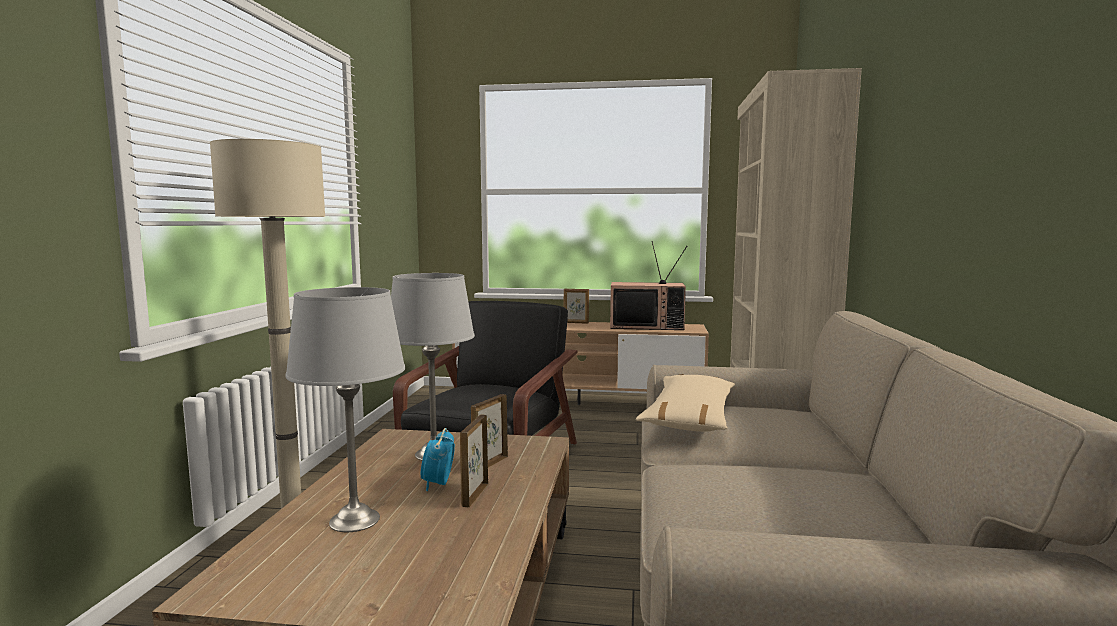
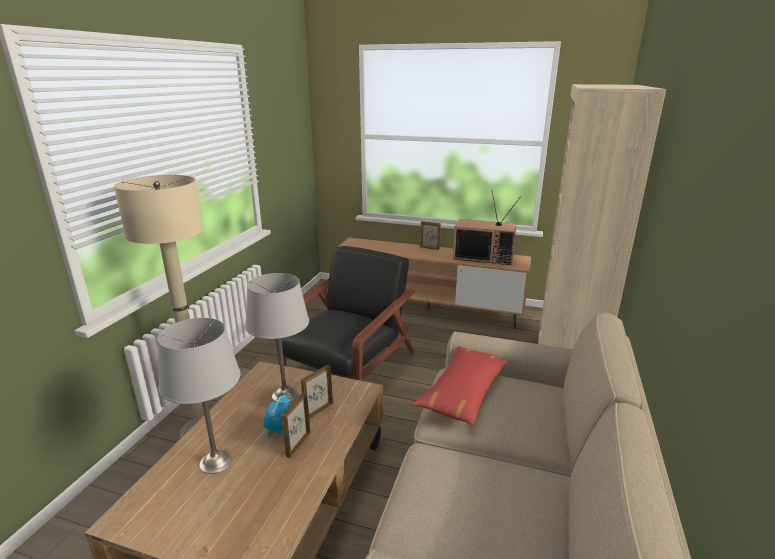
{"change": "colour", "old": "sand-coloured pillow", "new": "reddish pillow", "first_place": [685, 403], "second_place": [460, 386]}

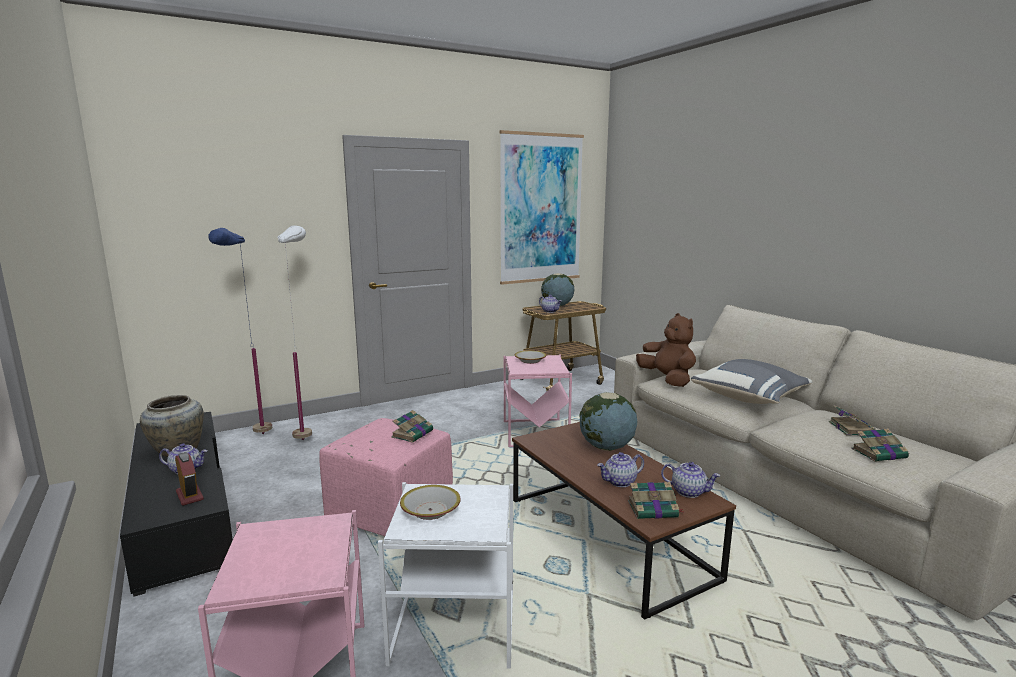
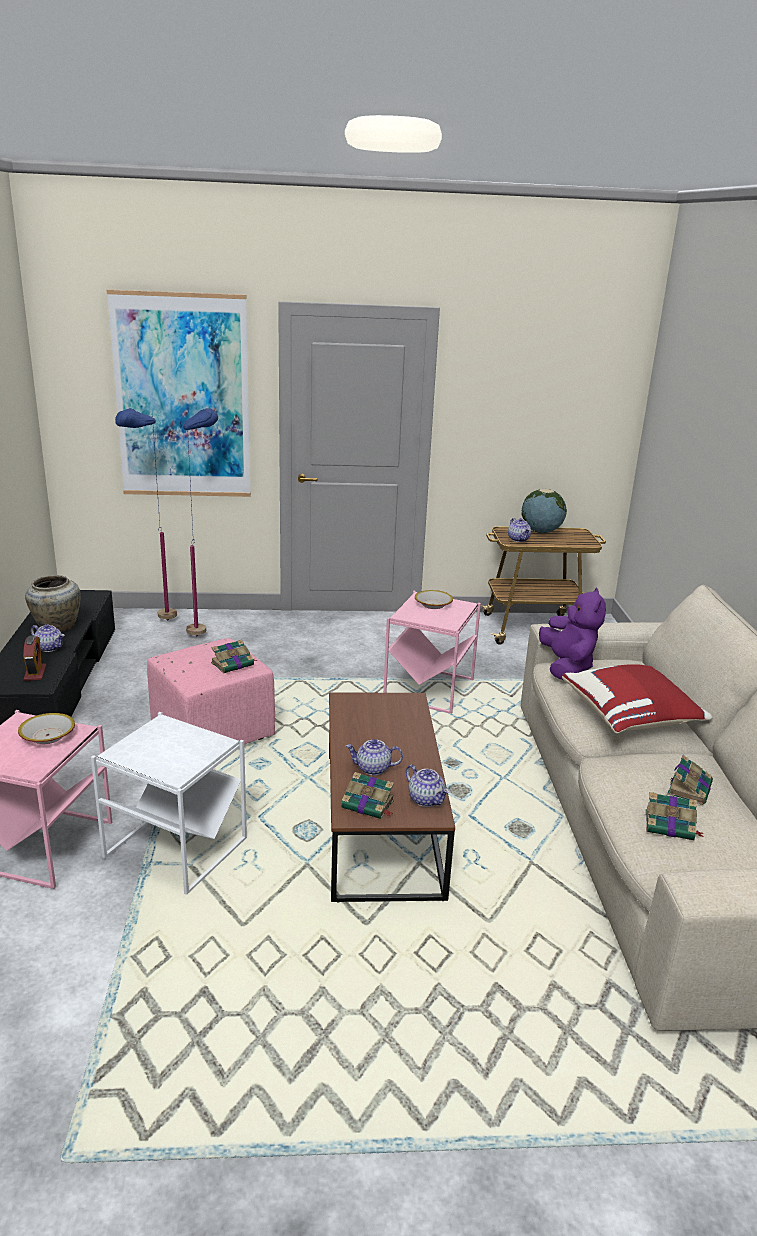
{"change": "missing", "old": "world globe", "first_place": [608, 421]}
{"change": "relocated", "old": "deep dish", "first_place": [430, 502], "second_place": [46, 728]}
{"change": "relocated", "old": "wall art", "first_place": [541, 207], "second_place": [178, 393]}
{"change": "colour", "old": "whitish floor lamp", "new": "bluish floor lamp", "first_place": [294, 333], "second_place": [200, 522]}
{"change": "colour", "old": "brown cuddly toy", "new": "purple cuddly toy", "first_place": [666, 350], "second_place": [572, 634]}
{"change": "colour", "old": "grey pillow", "new": "reddish pillow", "first_place": [751, 381], "second_place": [637, 699]}

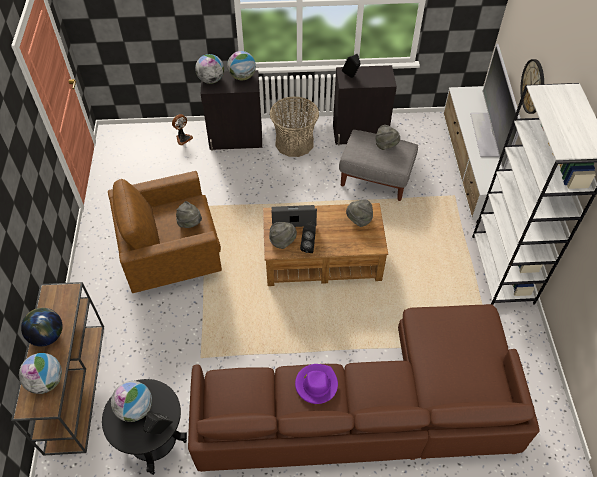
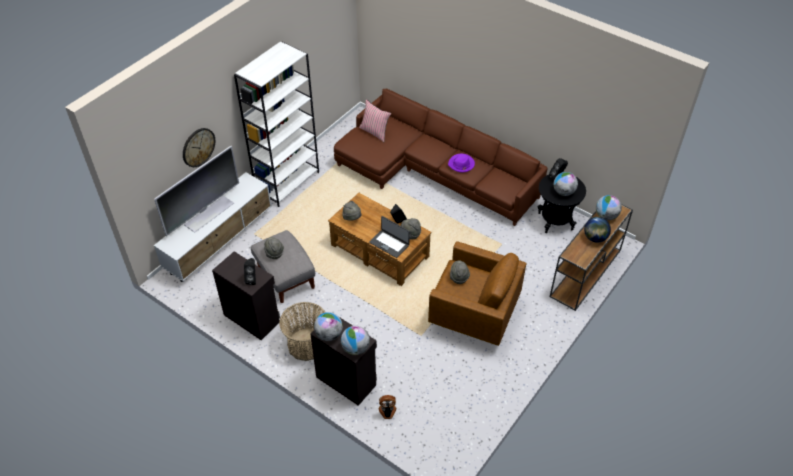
{"change": "appeared", "new": "pink pillow", "second_place": [375, 121]}

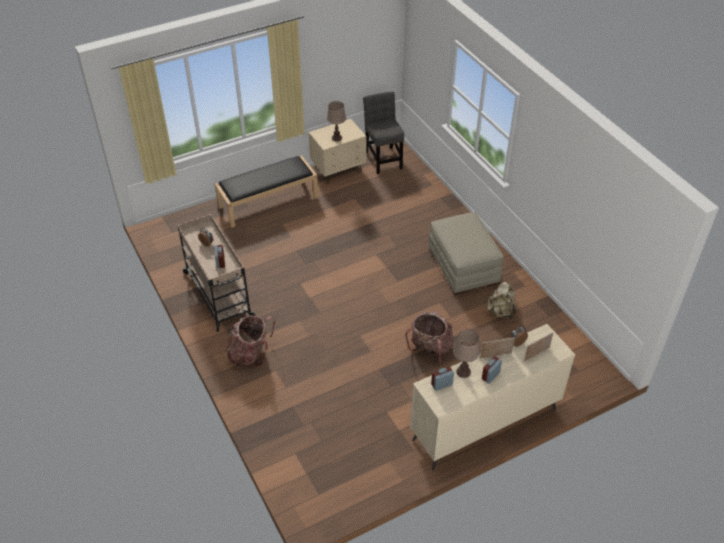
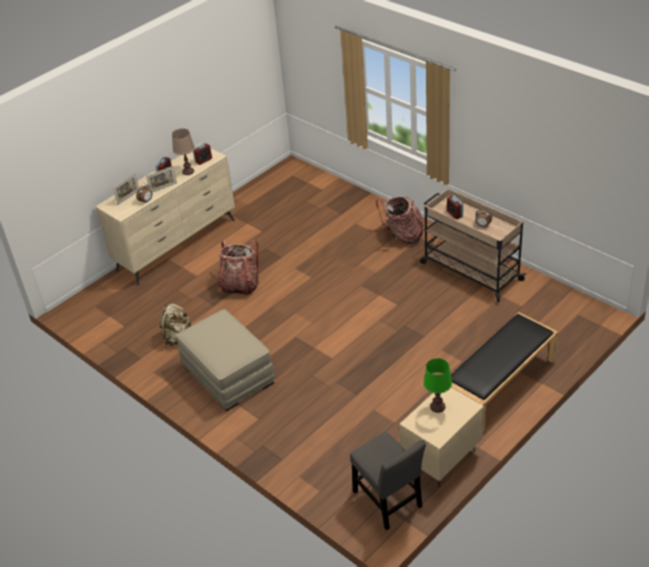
{"change": "colour", "old": "brown lamp for a table", "new": "green-coloured lamp for a table", "first_place": [336, 121], "second_place": [437, 385]}

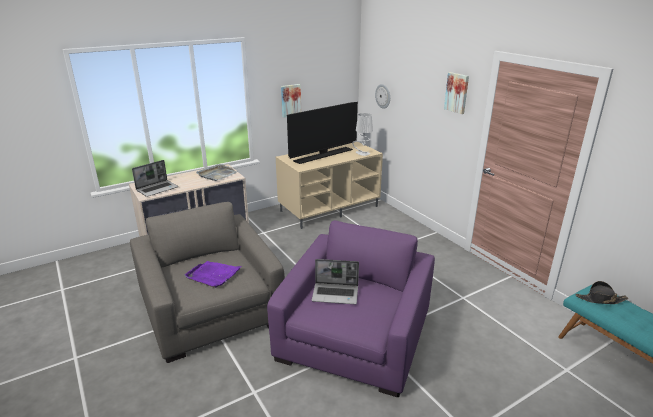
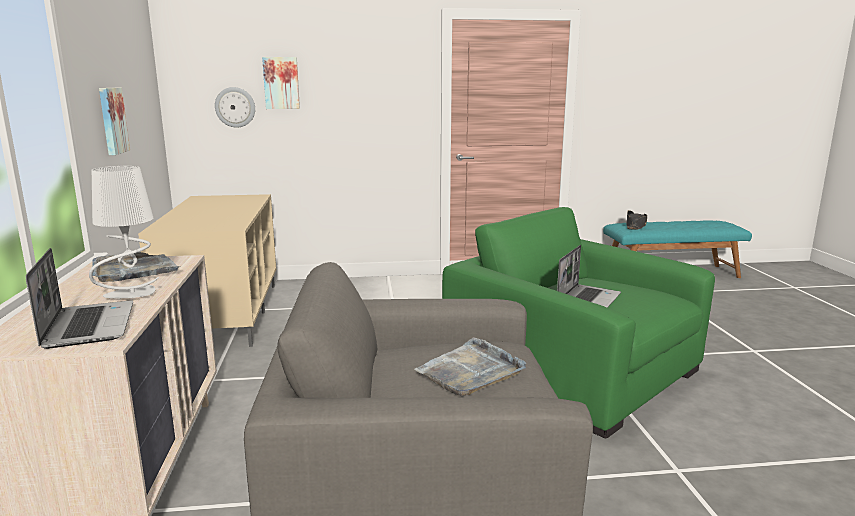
{"change": "missing", "old": "TV", "first_place": [322, 133]}
{"change": "relocated", "old": "grey lamp for a table", "first_place": [362, 134], "second_place": [124, 232]}
{"change": "relocated", "old": "wall art", "first_place": [456, 93], "second_place": [281, 83]}
{"change": "colour", "old": "purple serving tray", "new": "grey serving tray", "first_place": [213, 274], "second_place": [470, 366]}
{"change": "colour", "old": "purple armchair", "new": "green-coloured armchair", "first_place": [351, 308], "second_place": [578, 322]}

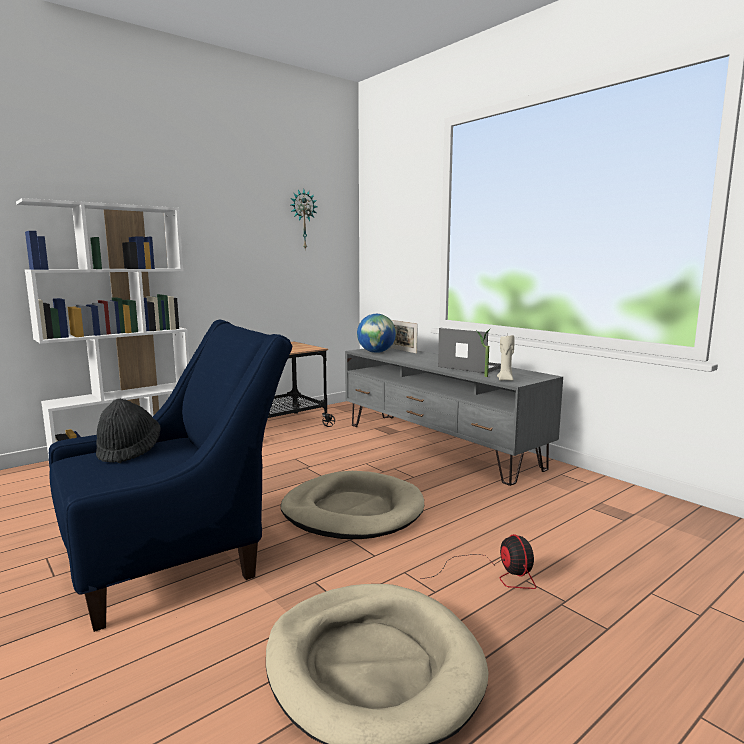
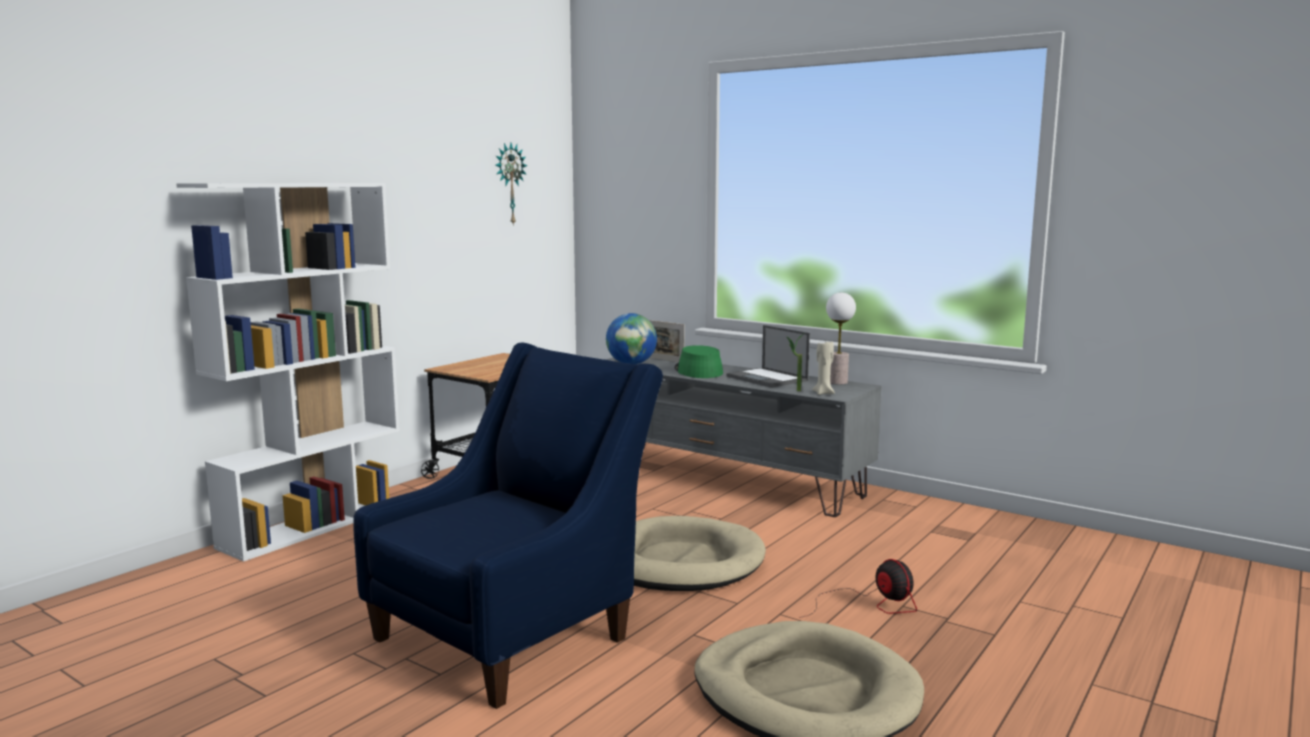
{"change": "missing", "old": "blackish hat", "first_place": [128, 431]}
{"change": "appeared", "new": "green-coloured hat", "second_place": [699, 361]}
{"change": "appeared", "new": "lamp for a table", "second_place": [841, 338]}
{"change": "spun", "old": "portable computer", "first_place": [469, 350], "second_place": [768, 356], "degrees": -150}

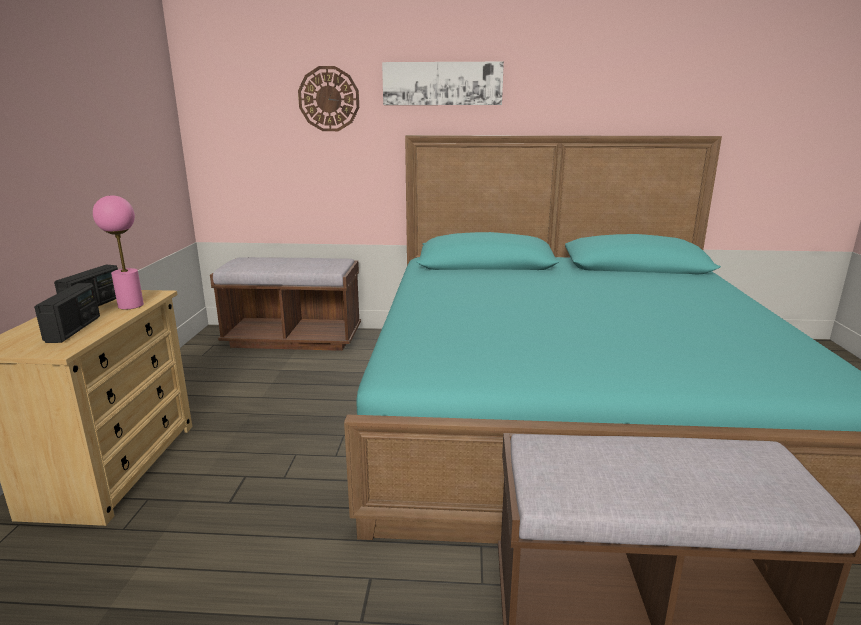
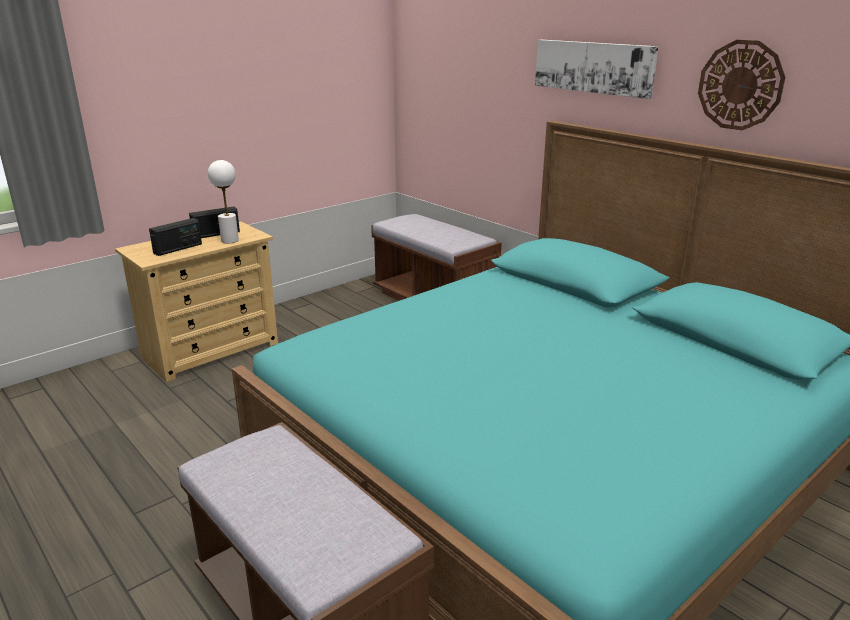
{"change": "relocated", "old": "wall clock", "first_place": [328, 98], "second_place": [741, 85]}
{"change": "colour", "old": "pink lamp for a table", "new": "whitish lamp for a table", "first_place": [118, 252], "second_place": [223, 202]}

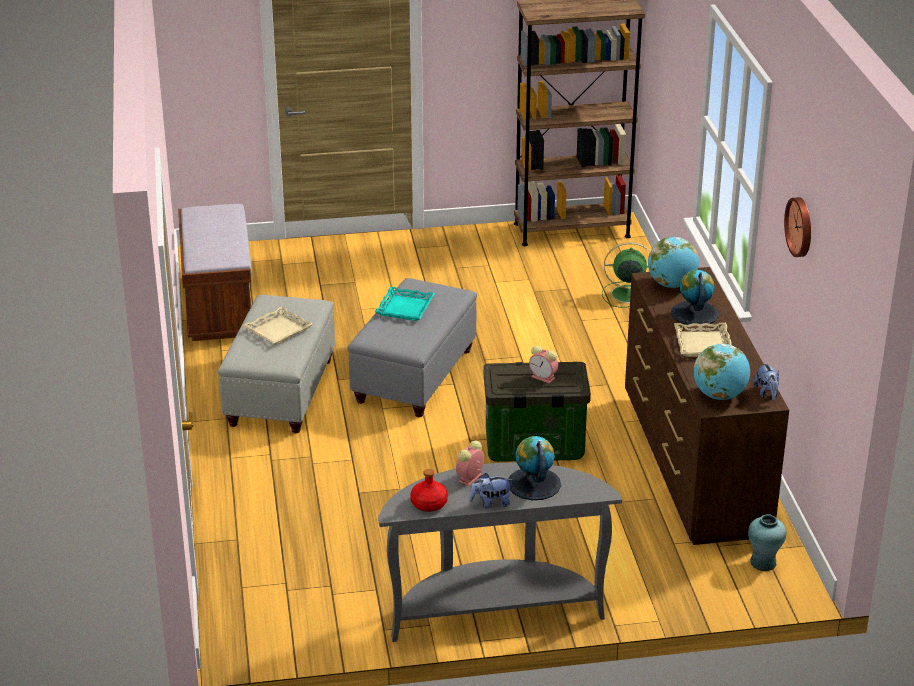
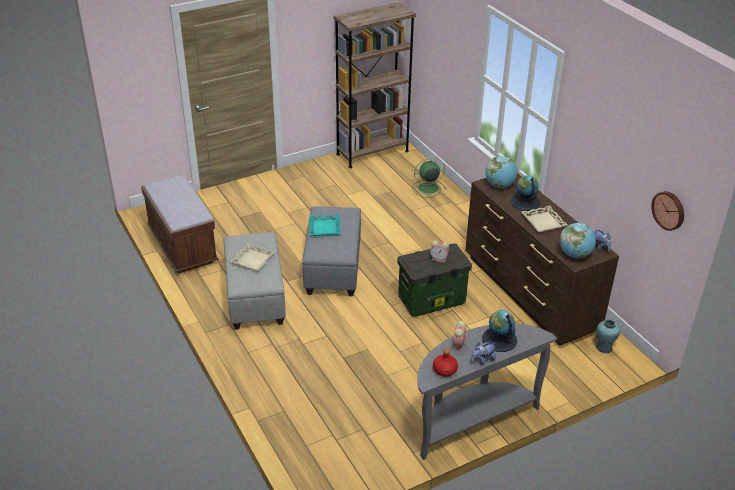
{"change": "relocated", "old": "wall clock", "first_place": [797, 227], "second_place": [667, 211]}

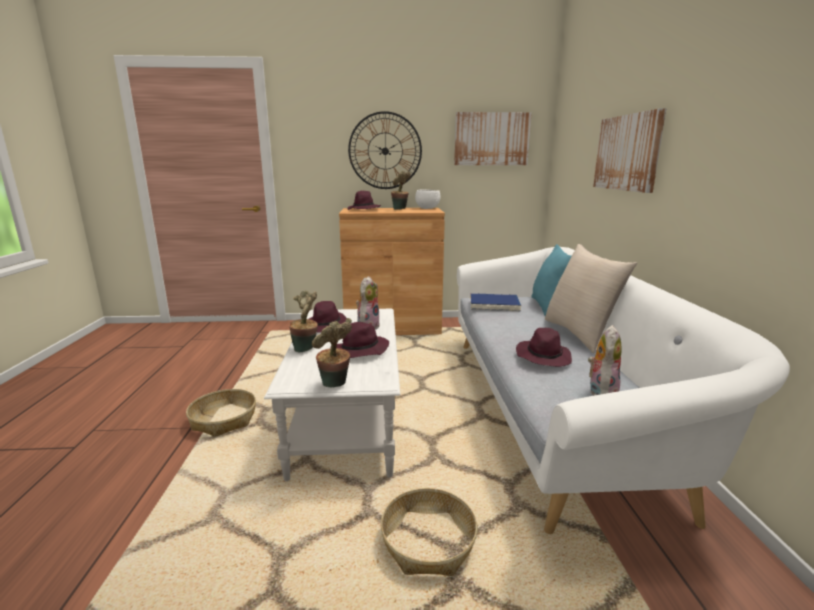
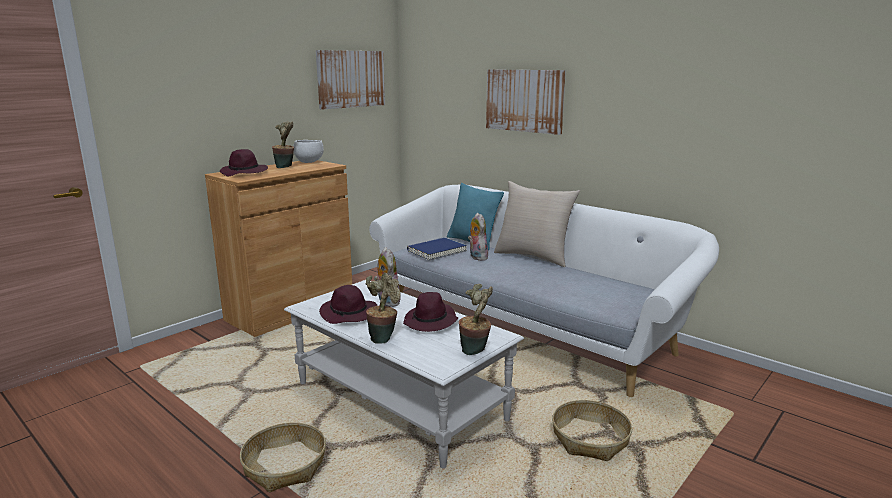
{"change": "missing", "old": "wall clock", "first_place": [385, 150]}
{"change": "missing", "old": "purple hat", "first_place": [544, 347]}
{"change": "relocated", "old": "cuddly toy", "first_place": [605, 360], "second_place": [478, 237]}

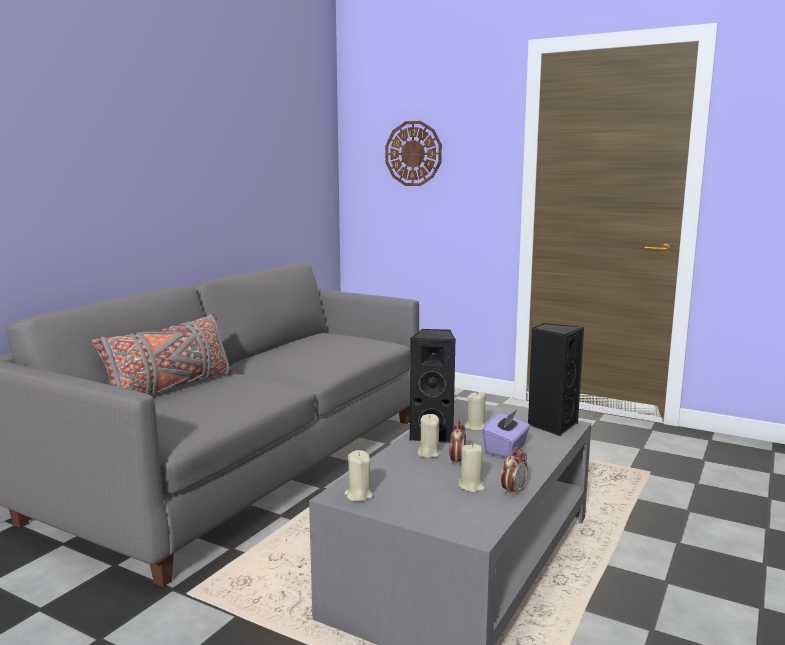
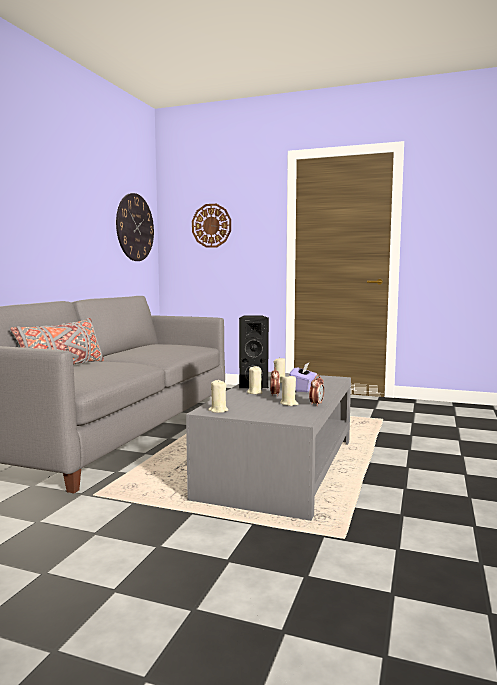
{"change": "missing", "old": "blackish audio speaker", "first_place": [556, 379]}
{"change": "appeared", "new": "wall clock", "second_place": [135, 227]}

